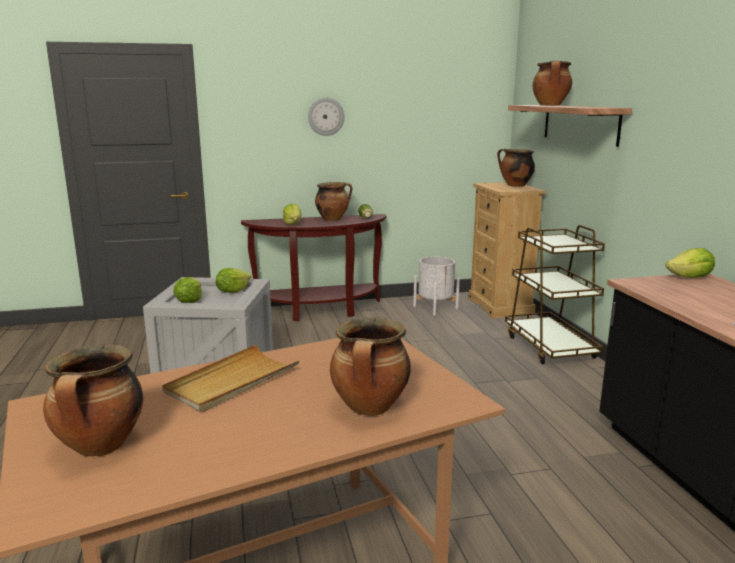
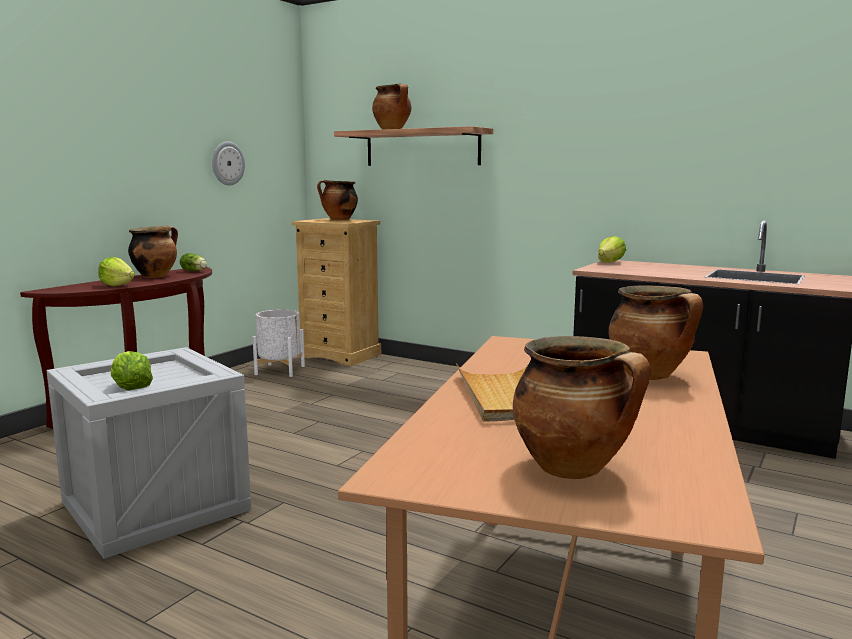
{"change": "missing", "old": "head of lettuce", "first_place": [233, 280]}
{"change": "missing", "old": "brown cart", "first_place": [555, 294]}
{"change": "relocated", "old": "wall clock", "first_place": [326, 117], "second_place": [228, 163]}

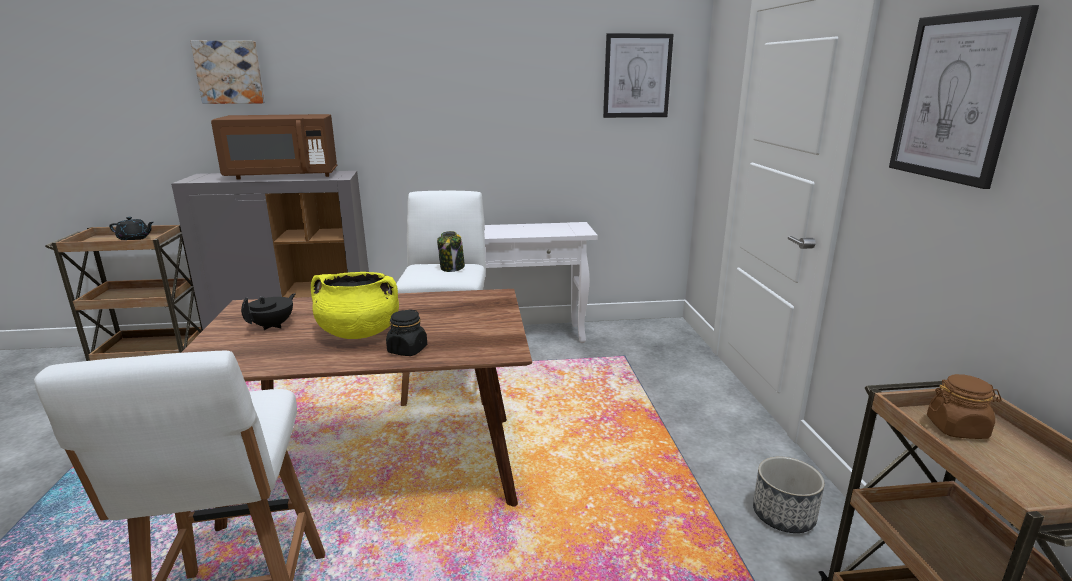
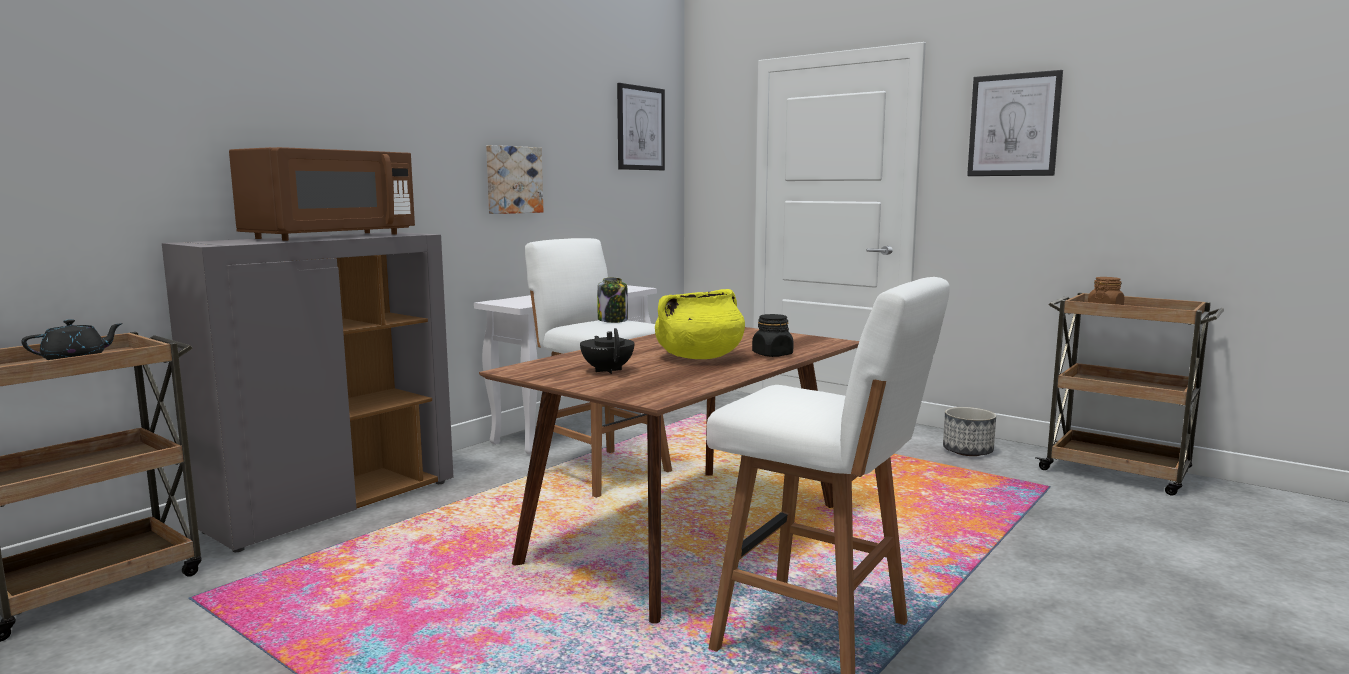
{"change": "relocated", "old": "wall art", "first_place": [227, 72], "second_place": [514, 179]}

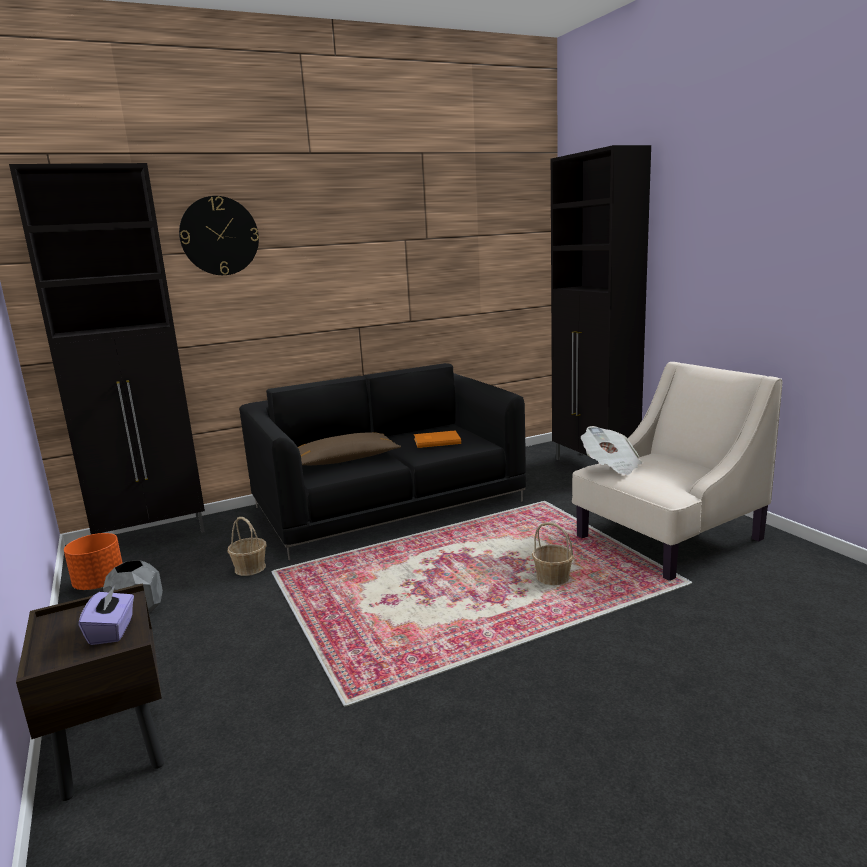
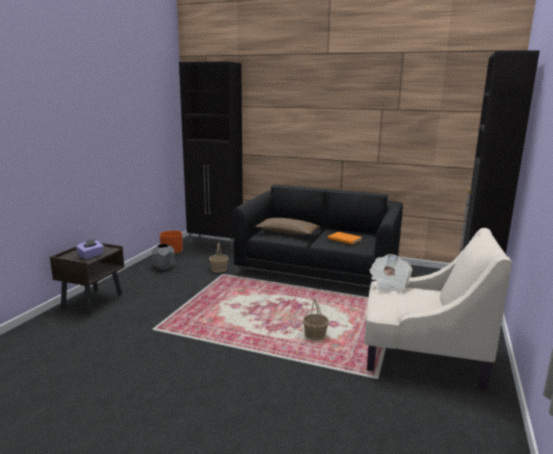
{"change": "missing", "old": "wall clock", "first_place": [219, 235]}

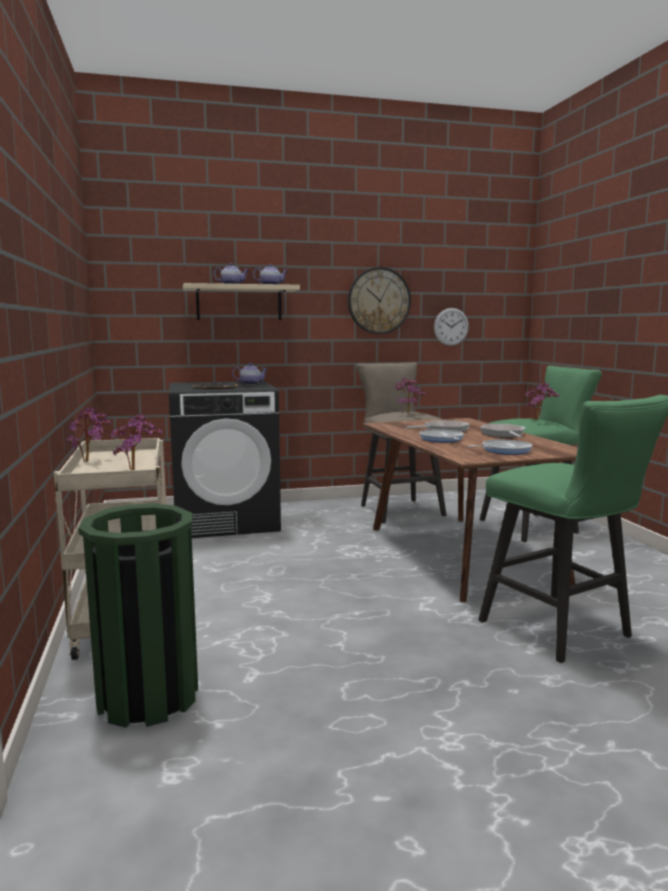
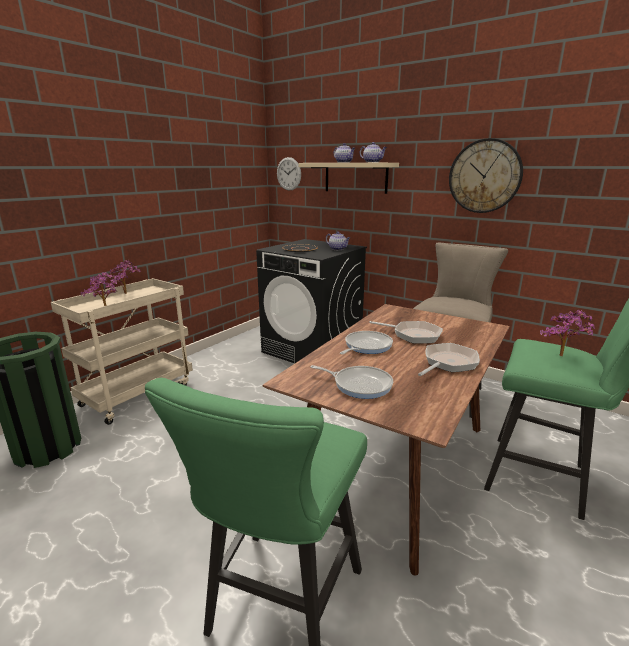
{"change": "missing", "old": "potted plant", "first_place": [410, 396]}
{"change": "relocated", "old": "wall clock", "first_place": [451, 327], "second_place": [289, 174]}

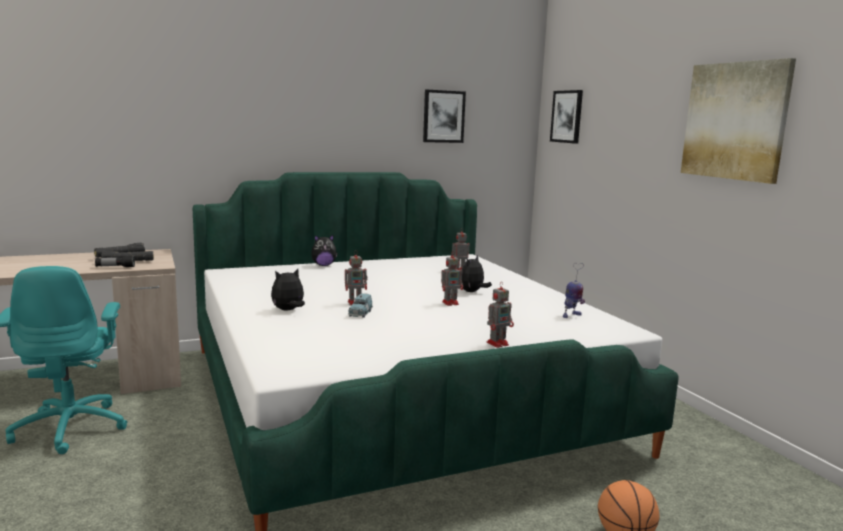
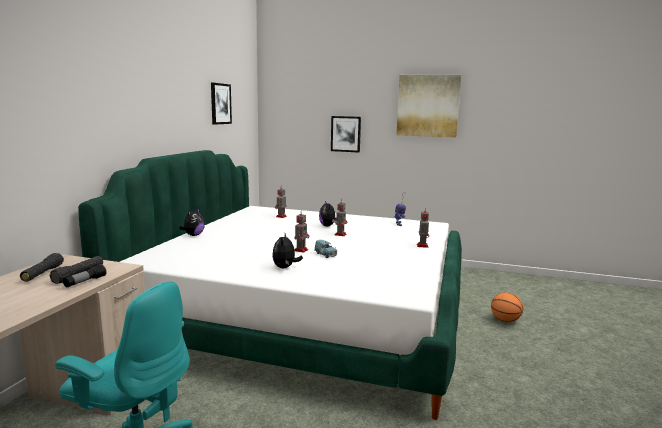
{"change": "relocated", "old": "wall art", "first_place": [566, 117], "second_place": [346, 134]}

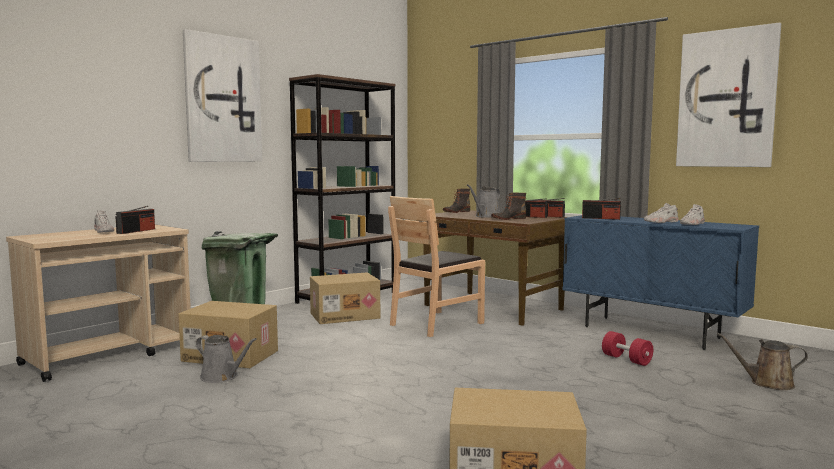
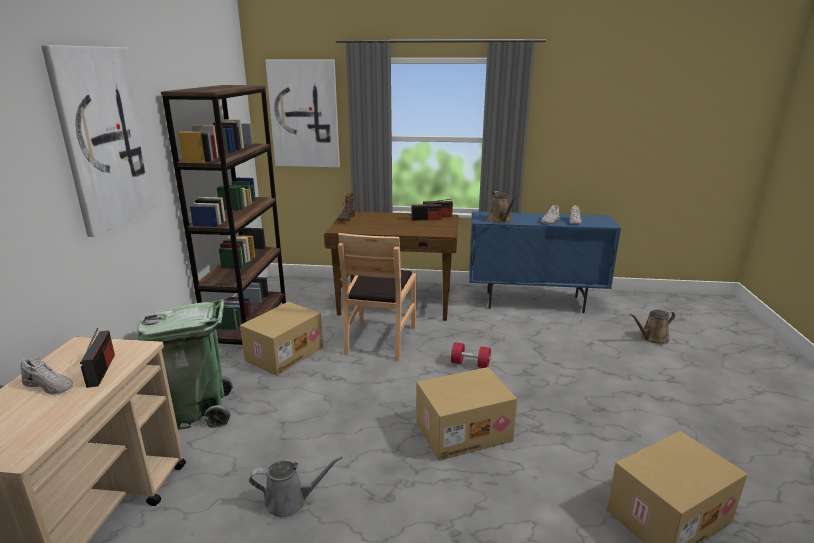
{"change": "missing", "old": "grey sprinkling can", "first_place": [483, 201]}
{"change": "missing", "old": "high-top boot", "first_place": [508, 206]}
{"change": "relocated", "old": "packing box", "first_place": [228, 334], "second_place": [467, 414]}
{"change": "relocated", "old": "reddish free weight", "first_place": [627, 348], "second_place": [471, 355]}
{"change": "relocated", "old": "wall art", "first_place": [728, 95], "second_place": [302, 113]}
{"change": "exchanged", "old": "radio set", "new": "brown sprinkling can", "first_place": [601, 209], "second_place": [501, 207]}

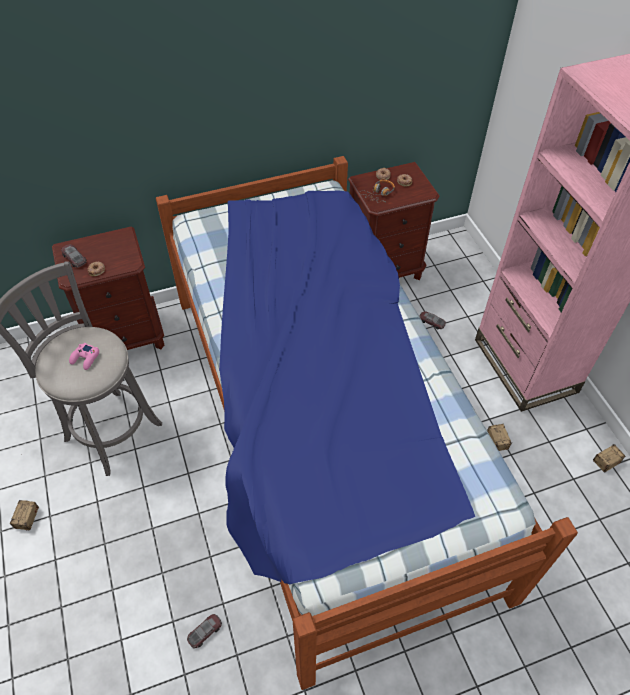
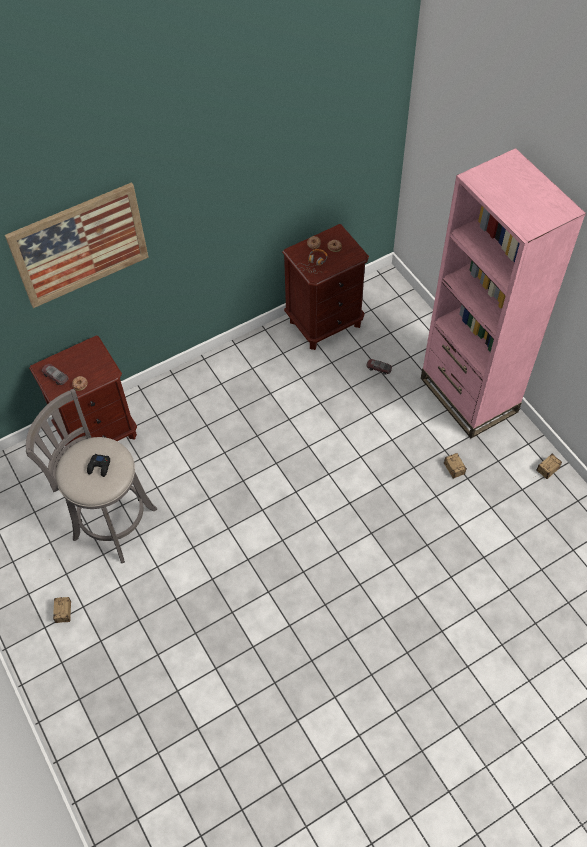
{"change": "missing", "old": "sleeping bed", "first_place": [367, 423]}
{"change": "missing", "old": "toy car", "first_place": [204, 631]}
{"change": "appeared", "new": "wall art", "second_place": [77, 245]}
{"change": "colour", "old": "pink joypad", "new": "blackish joypad", "first_place": [84, 356], "second_place": [98, 465]}

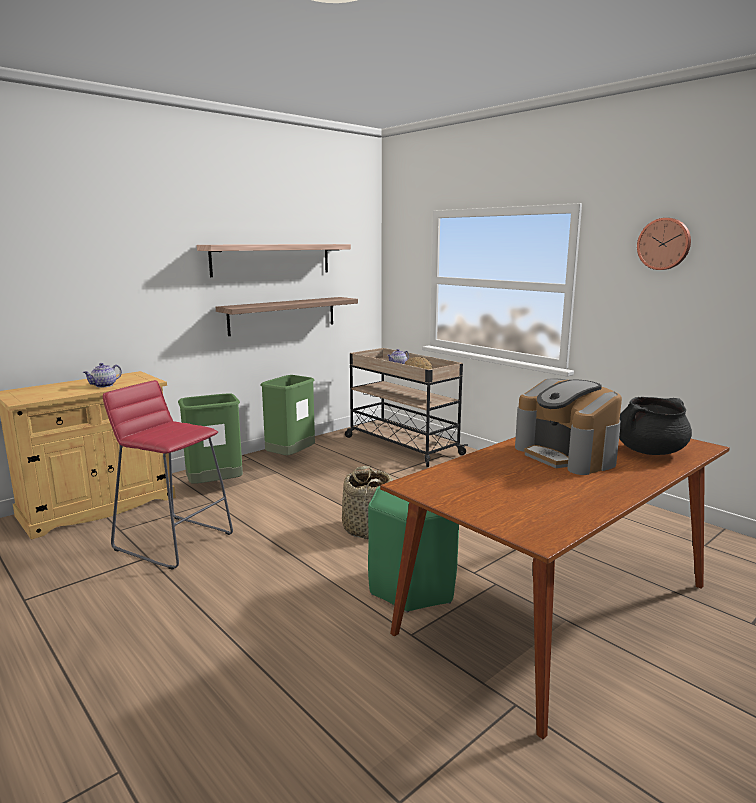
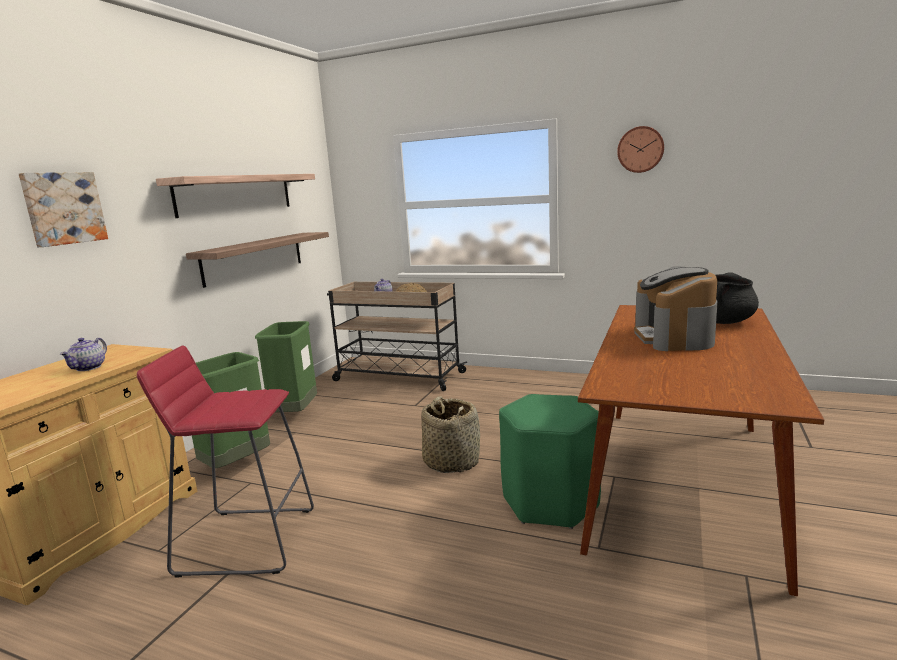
{"change": "appeared", "new": "wall art", "second_place": [63, 209]}
{"change": "spun", "old": "coffee maker", "first_place": [568, 427], "second_place": [676, 309], "degrees": 60}

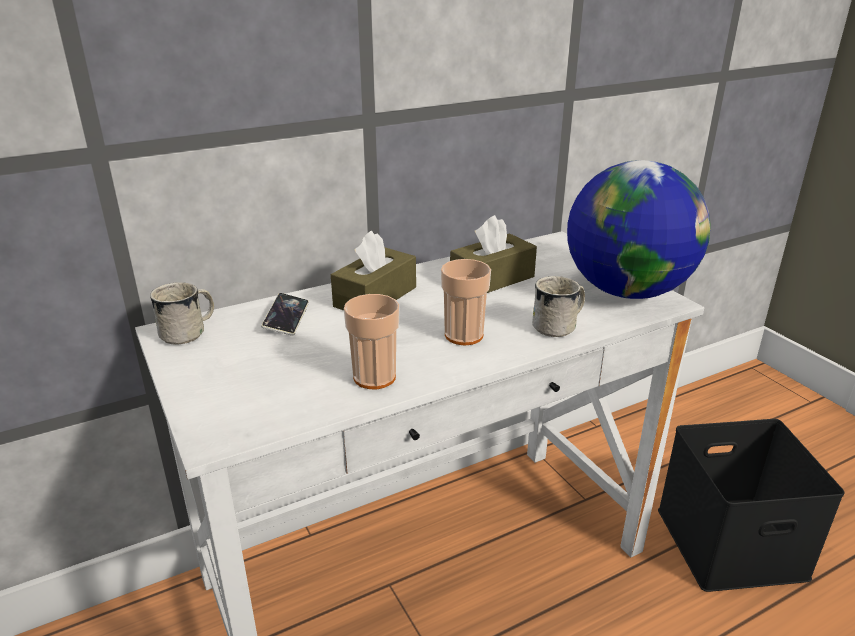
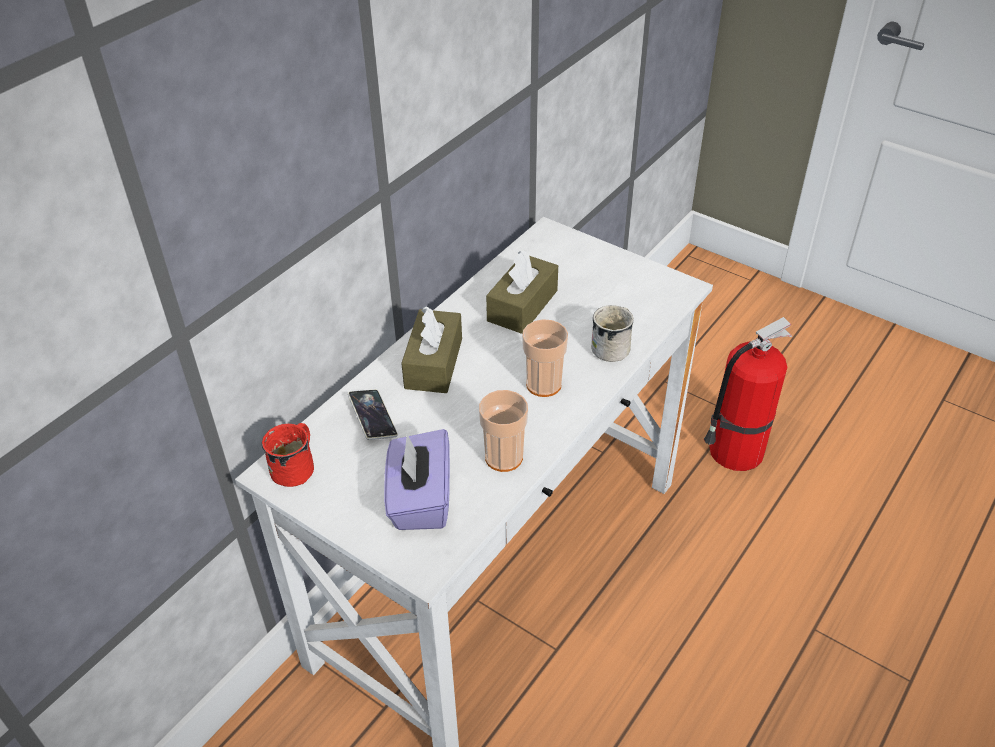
{"change": "missing", "old": "world globe", "first_place": [639, 229]}
{"change": "appeared", "new": "purple tissue holder", "second_place": [417, 479]}
{"change": "exchanged", "old": "blackish storage bin", "new": "fire extinguisher", "first_place": [751, 505], "second_place": [748, 394]}
{"change": "colour", "old": "whitish coffee mug", "new": "reddish coffee mug", "first_place": [182, 313], "second_place": [288, 455]}

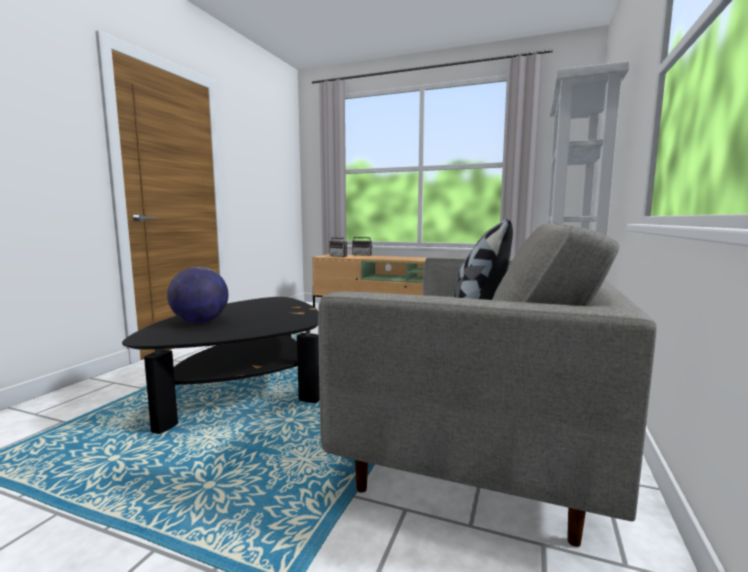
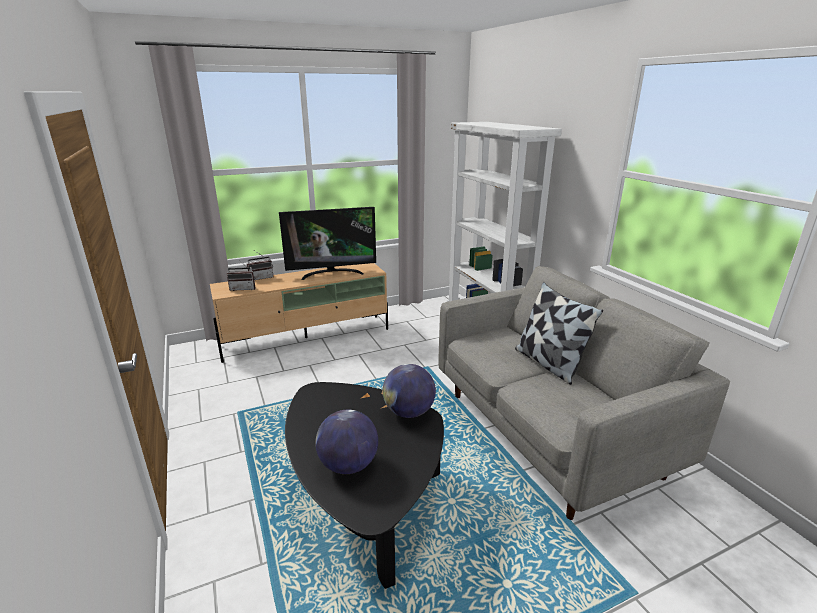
{"change": "appeared", "new": "TV", "second_place": [327, 243]}
{"change": "appeared", "new": "world globe", "second_place": [409, 391]}

